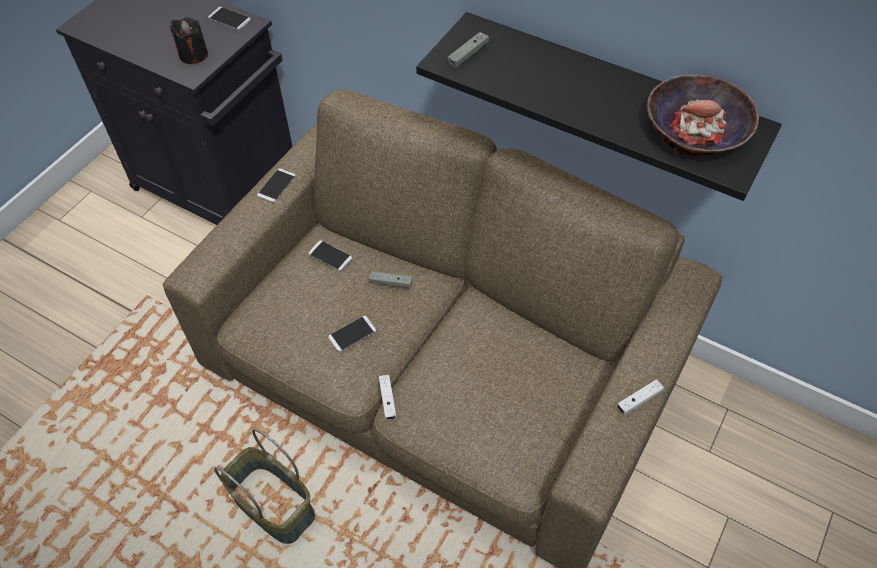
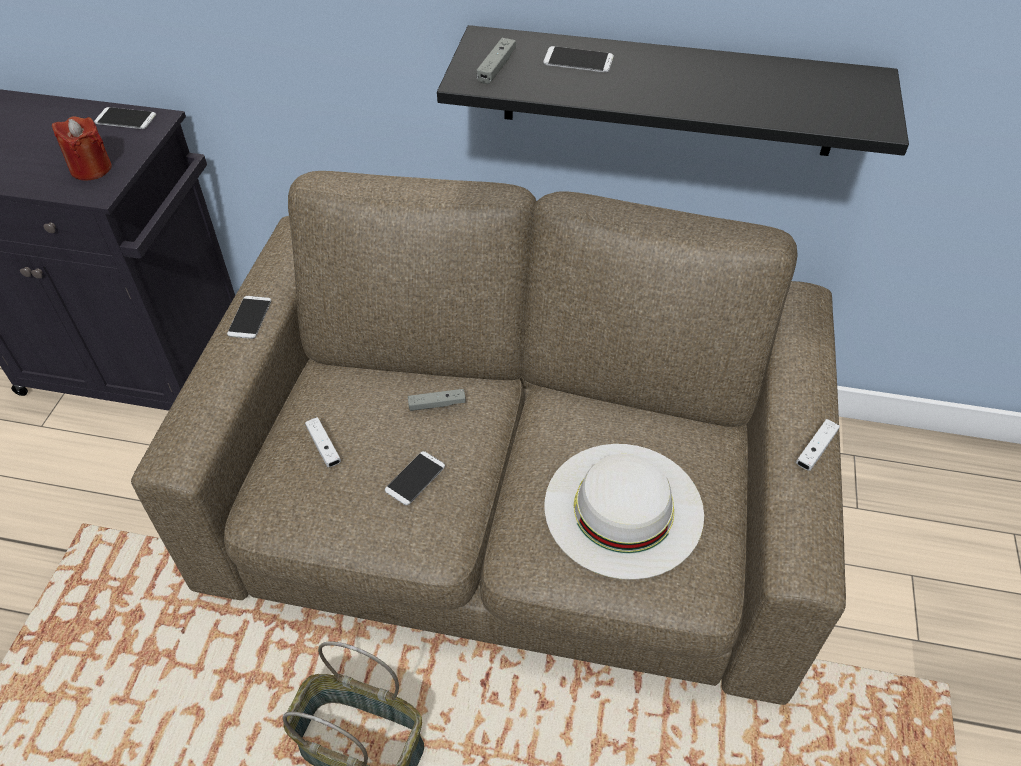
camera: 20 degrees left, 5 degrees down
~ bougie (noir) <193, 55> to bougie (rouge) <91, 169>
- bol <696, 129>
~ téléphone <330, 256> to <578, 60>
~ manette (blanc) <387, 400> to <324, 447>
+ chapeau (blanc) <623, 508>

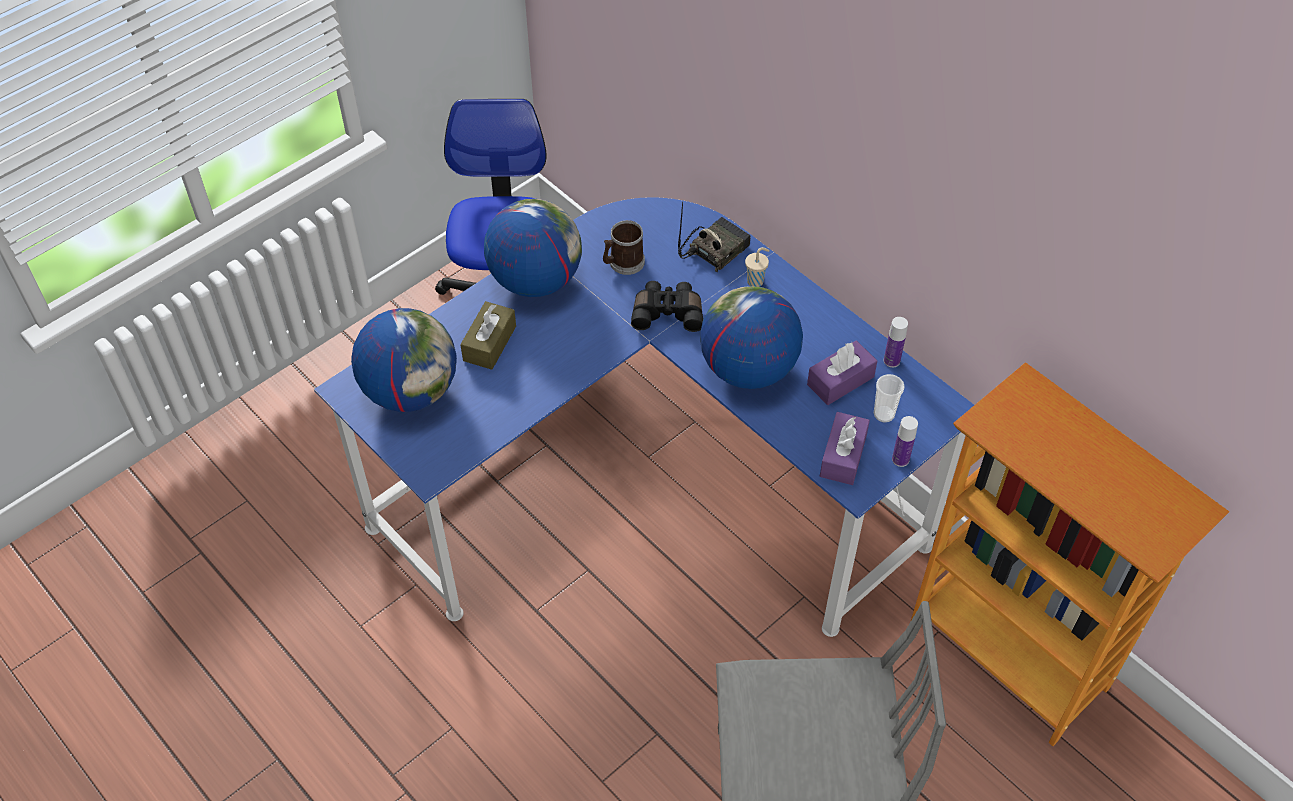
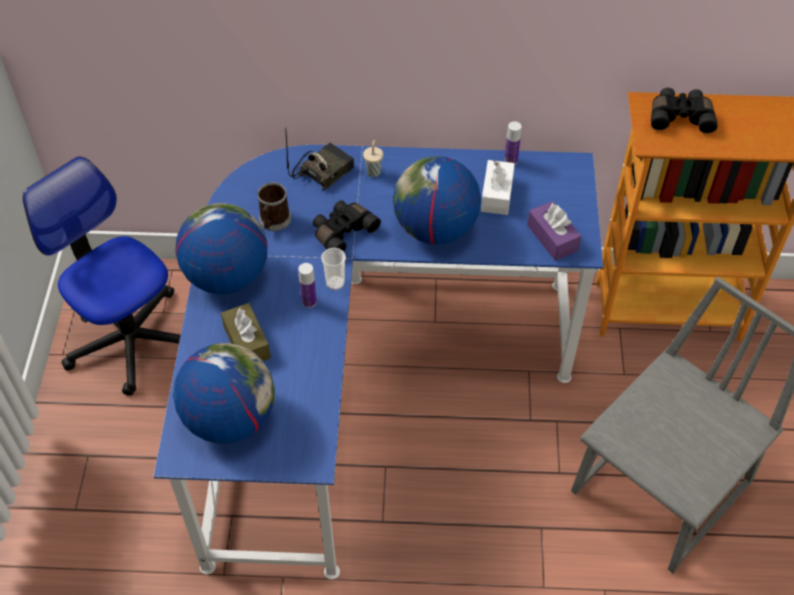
camera: 45 degrees left, 0 degrees up
~ radio <713, 249> = <322, 170> 45 degrees clockwise
~ boîte à mouchoirs (violet) <840, 381> to boîte à mouchoirs (blanc) <497, 194>
~ tasse <884, 414> to <335, 283>
~ bouteille <900, 459> to <309, 301>
+ jumelles (noir) <680, 117>

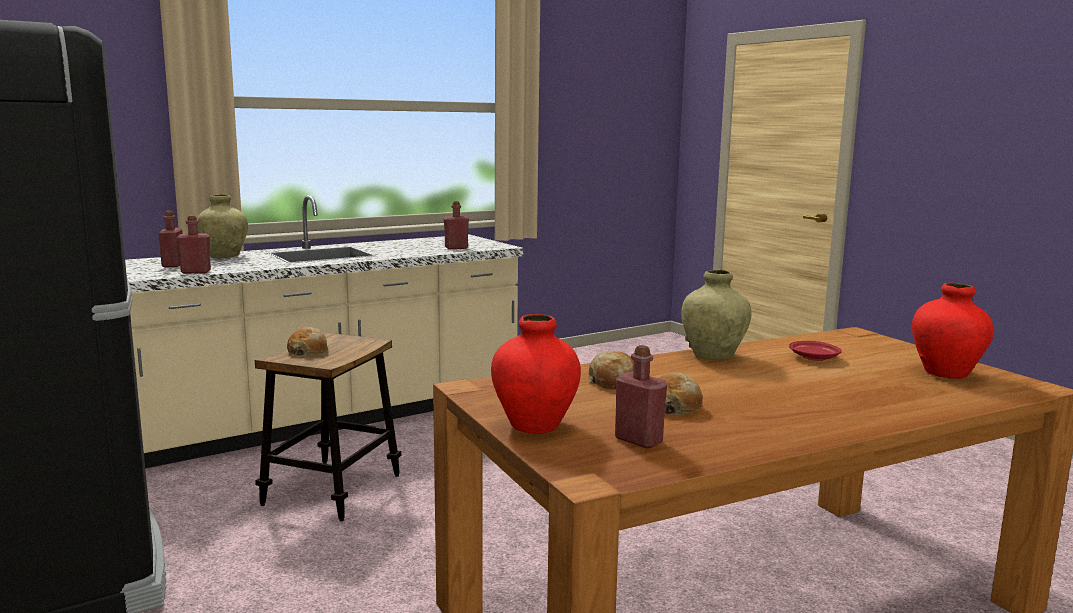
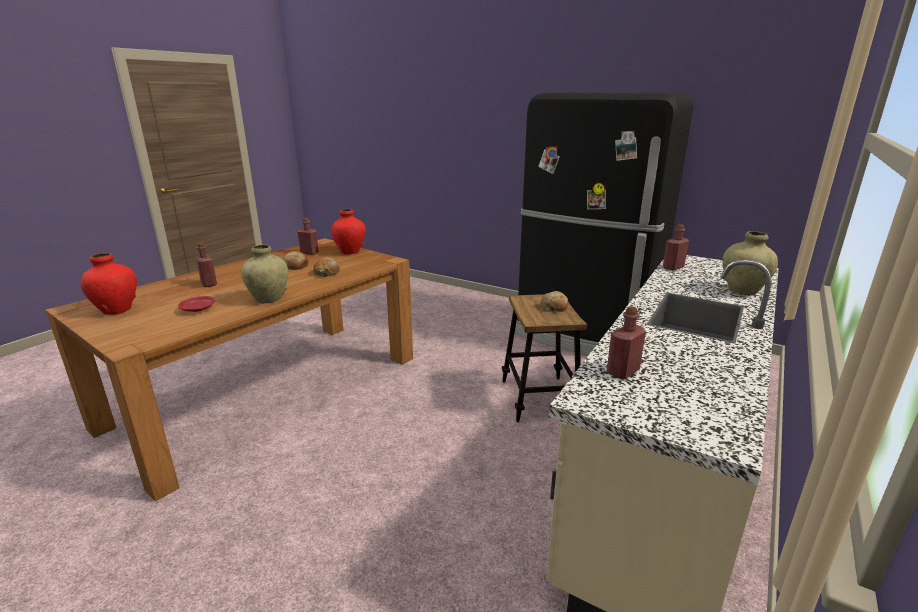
camera: 155 degrees right, 10 degrees up
~ bouteille (rouge) <173, 265> to <209, 284>

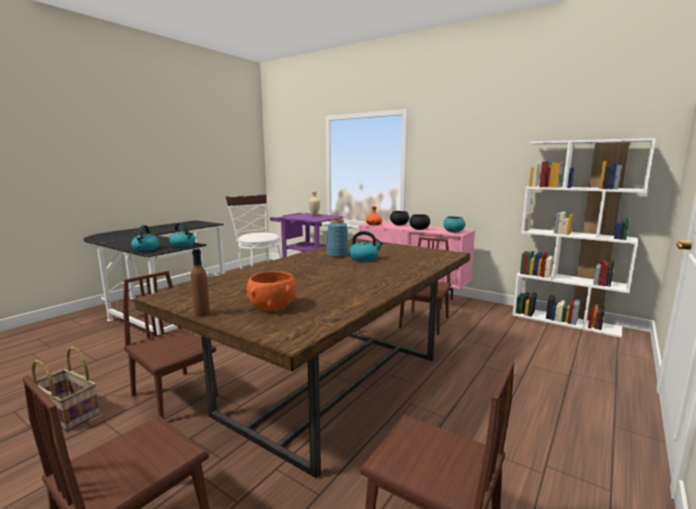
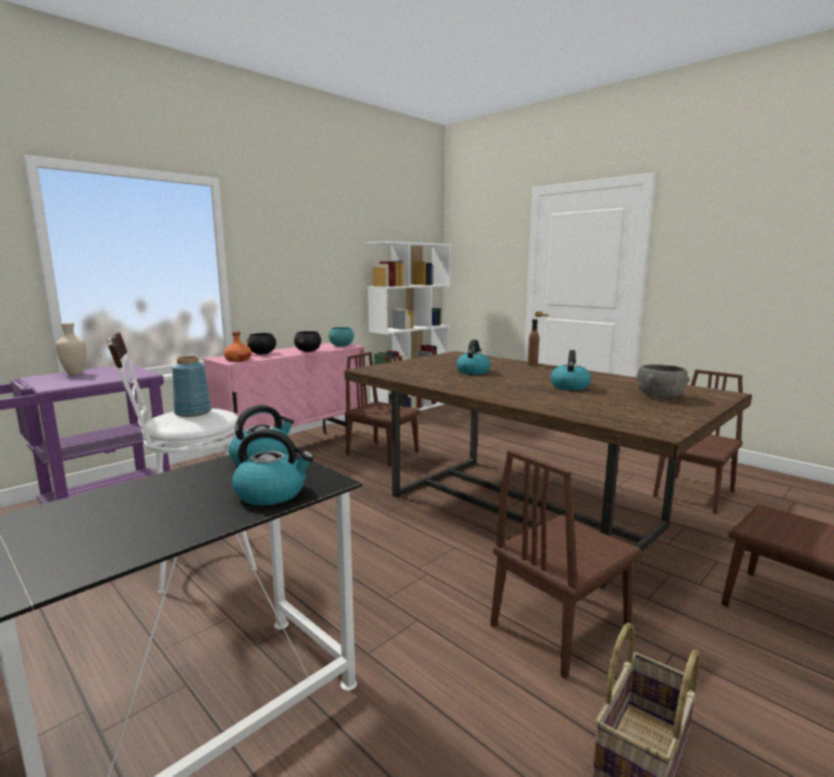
camera: 80 degrees left, 0 degrees up
~ vase (bleu) <337, 255> to <193, 413>
~ bouteille (marron) <202, 314> to <532, 365>
~ bol (orange) <272, 306> to bol (gris) <659, 397>
+ bouilloire <569, 386>

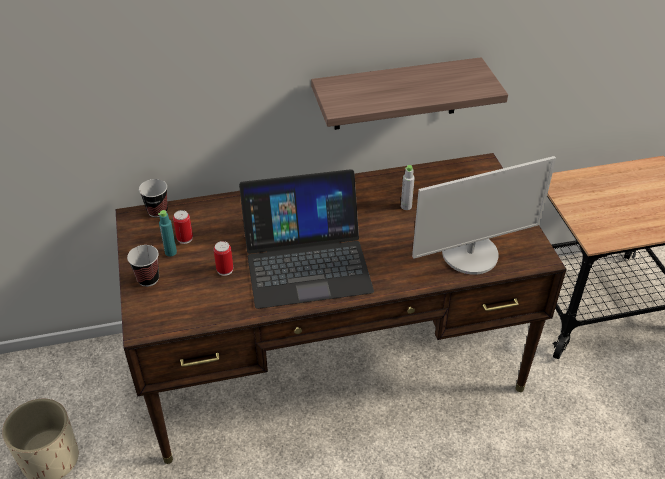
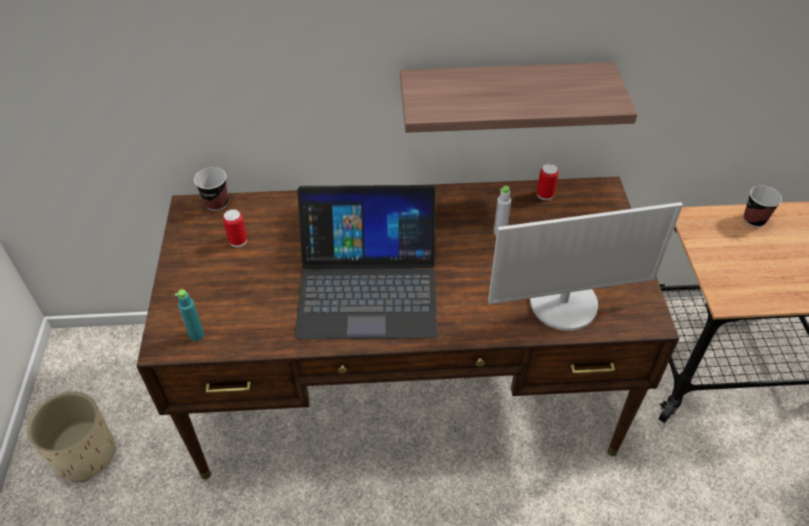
camera: 10 degrees right, 5 degrees up
~ bouteille (turquoise) <170, 252> to <196, 335>
~ boîte métallique <225, 270> to <545, 194>
~ tasse <148, 279> to <754, 220>

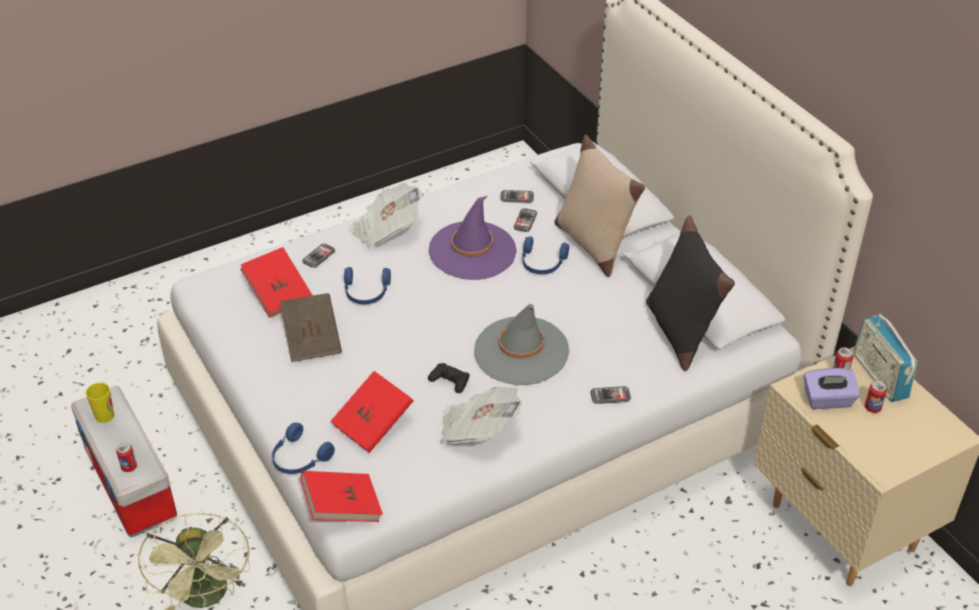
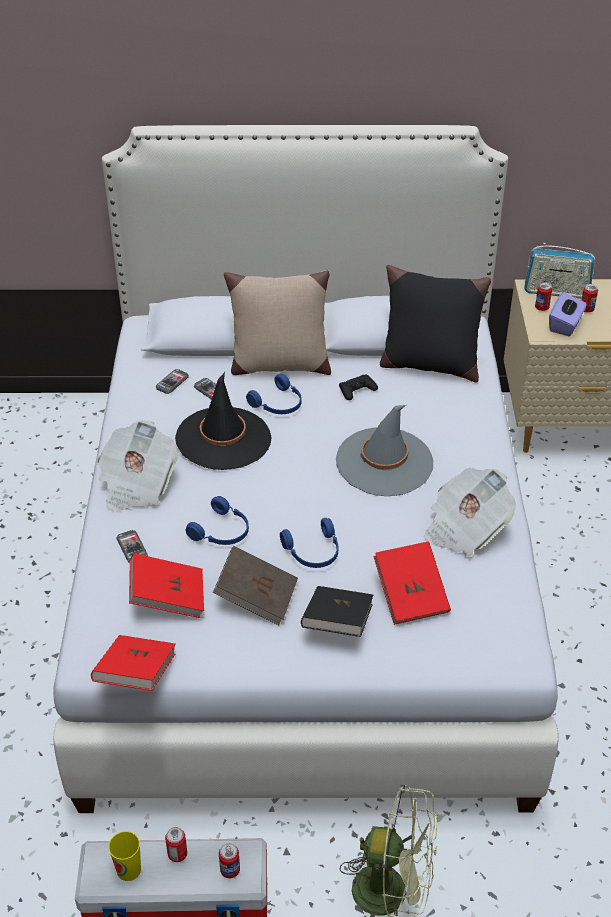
camera: 60 degrees left, 0 degrees up
~ chapeau (violet) <472, 251> to chapeau (noir) <223, 439>
~ manette (noir) <449, 380> to <357, 390>
- téléphone <610, 396>
~ casque audio (bleu) <299, 458> to <313, 552>
~ livre (rouge) <342, 508> to <136, 675>
+ livre (noir) <337, 623>
+ boîte métallique <177, 854>

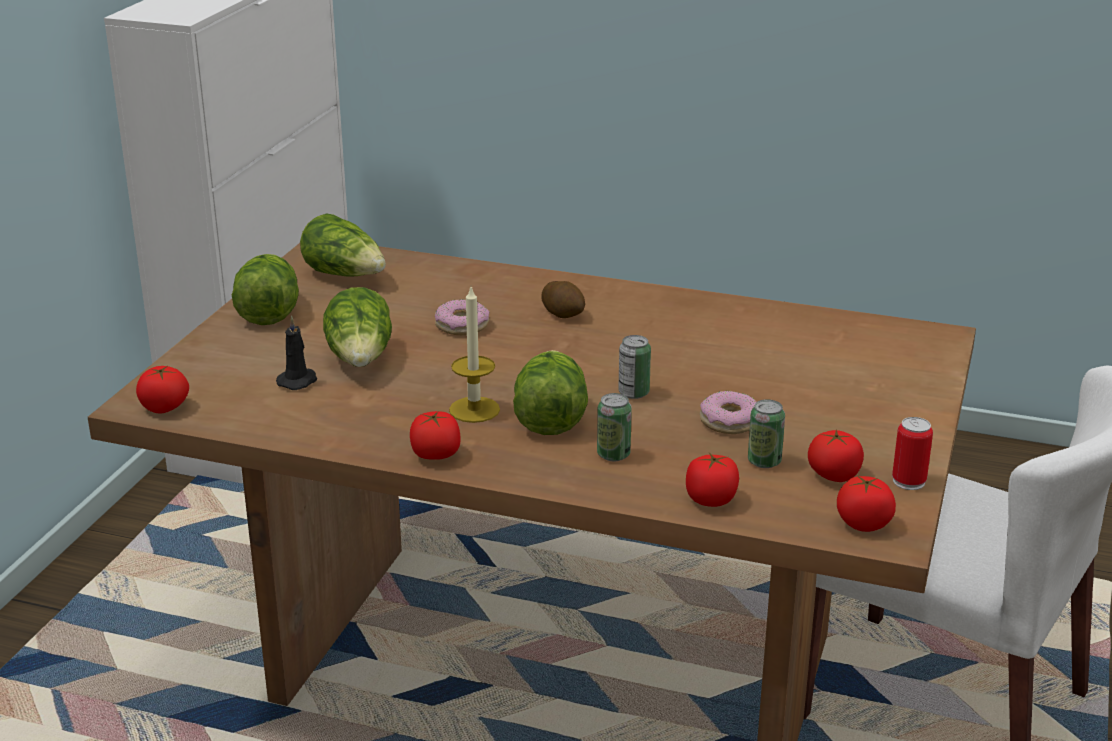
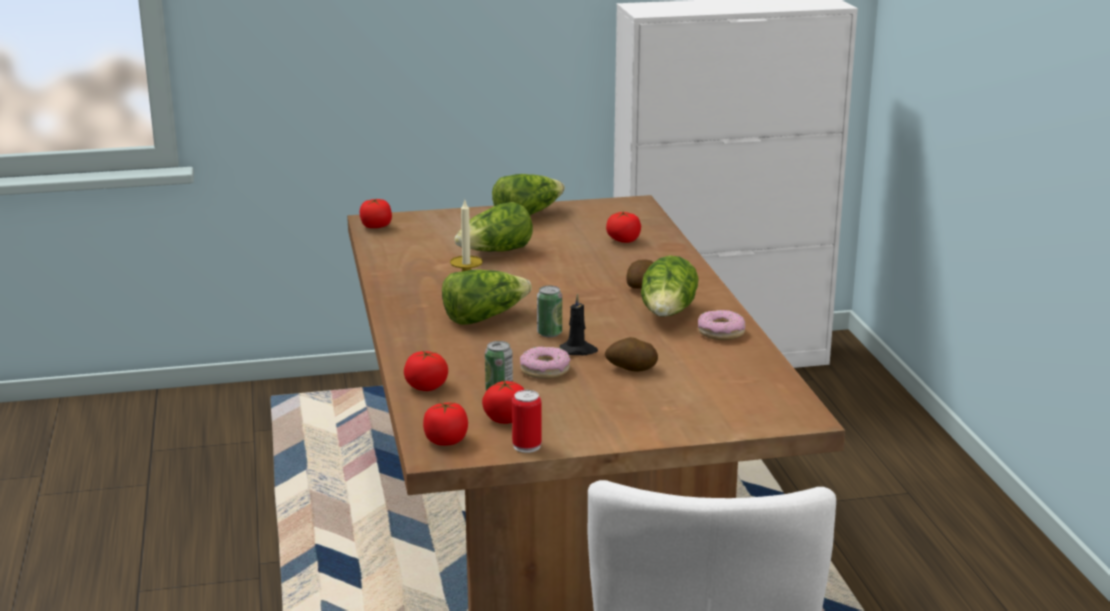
camera: 60 degrees right, 5 degrees down
~ laitue <346, 275> to <668, 314>
~ beignet <462, 325> to <721, 332>
~ bougie (noir) <298, 381> to <578, 350>
- boîte métallique <613, 455>
~ tomate <435, 454> to <623, 240>
+ pomme de terre <631, 369>

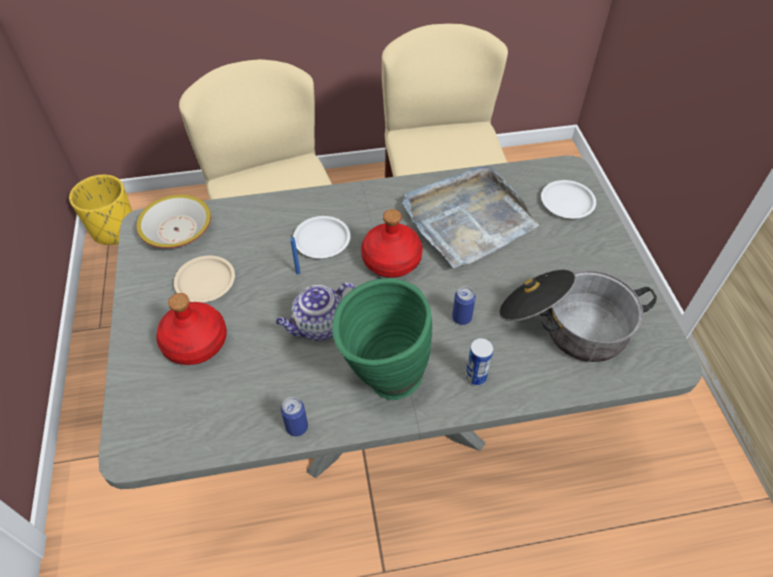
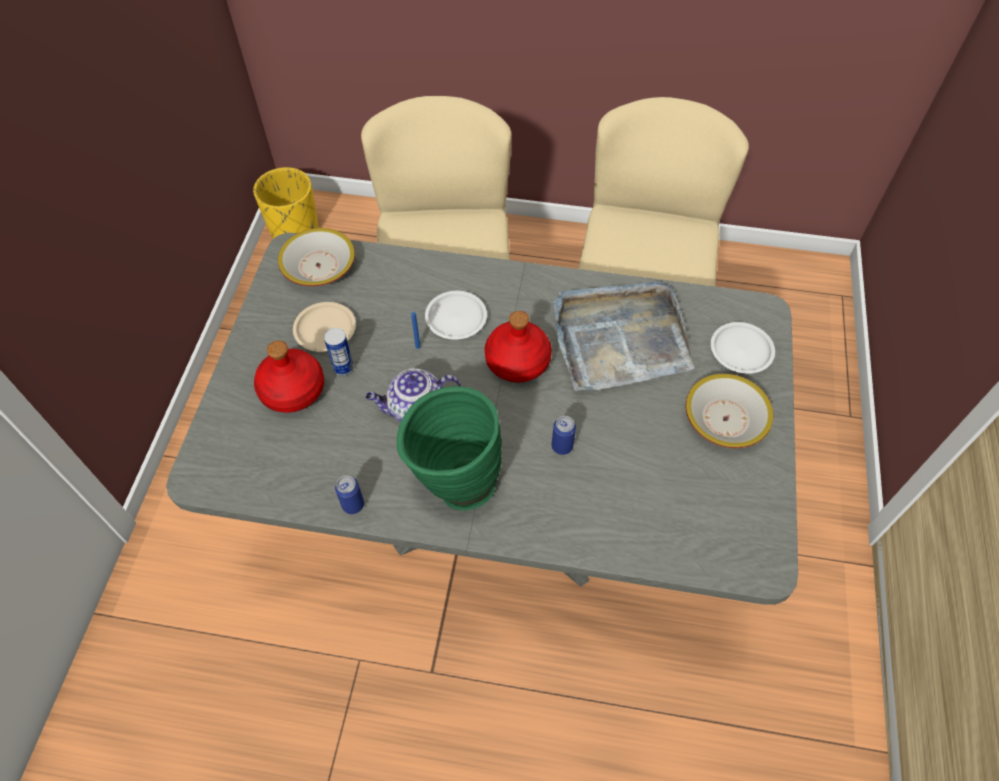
camera: 20 degrees right, 5 degrees up
- marmite <565, 324>
~ boîte métallique <475, 377> to <343, 368>
+ bol <725, 419>

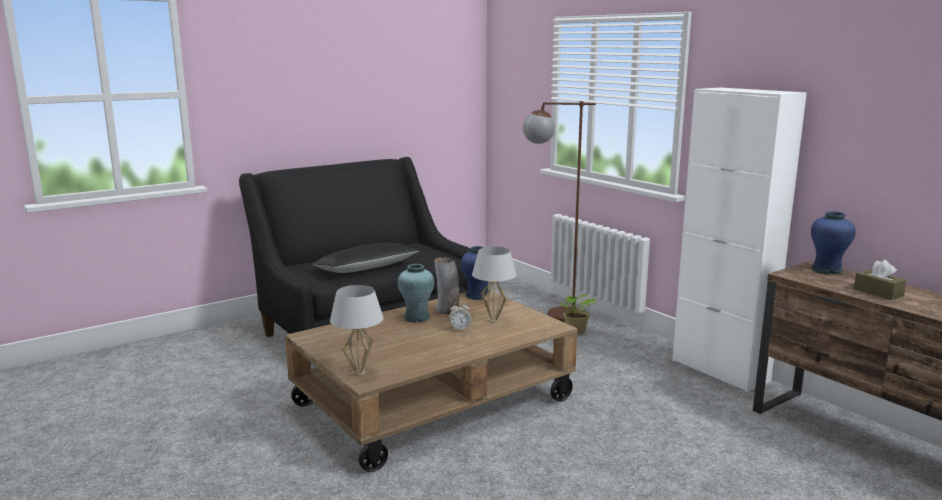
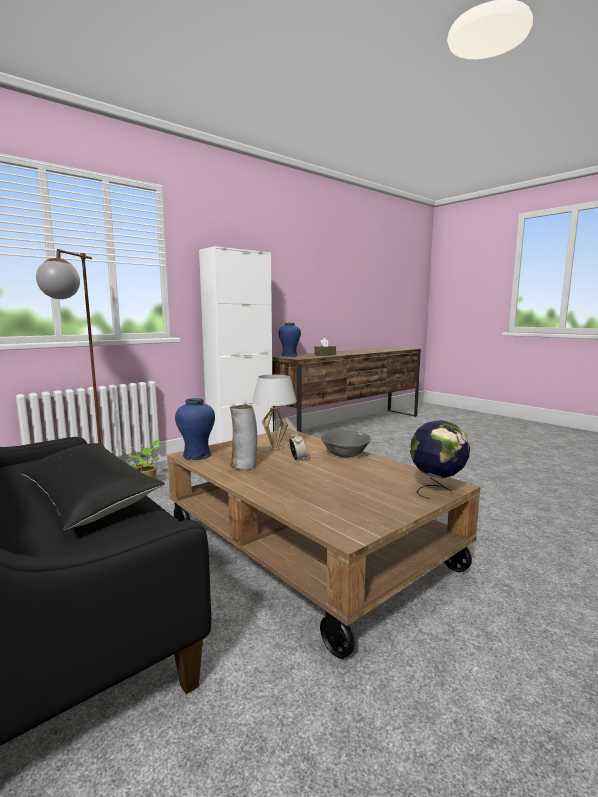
camera: 95 degrees left, 5 degrees down
- vase (turquoise) <416, 317>
~ lampe de table (blanc) <359, 373> to globe <436, 490>
+ bol (gris) <344, 454>

